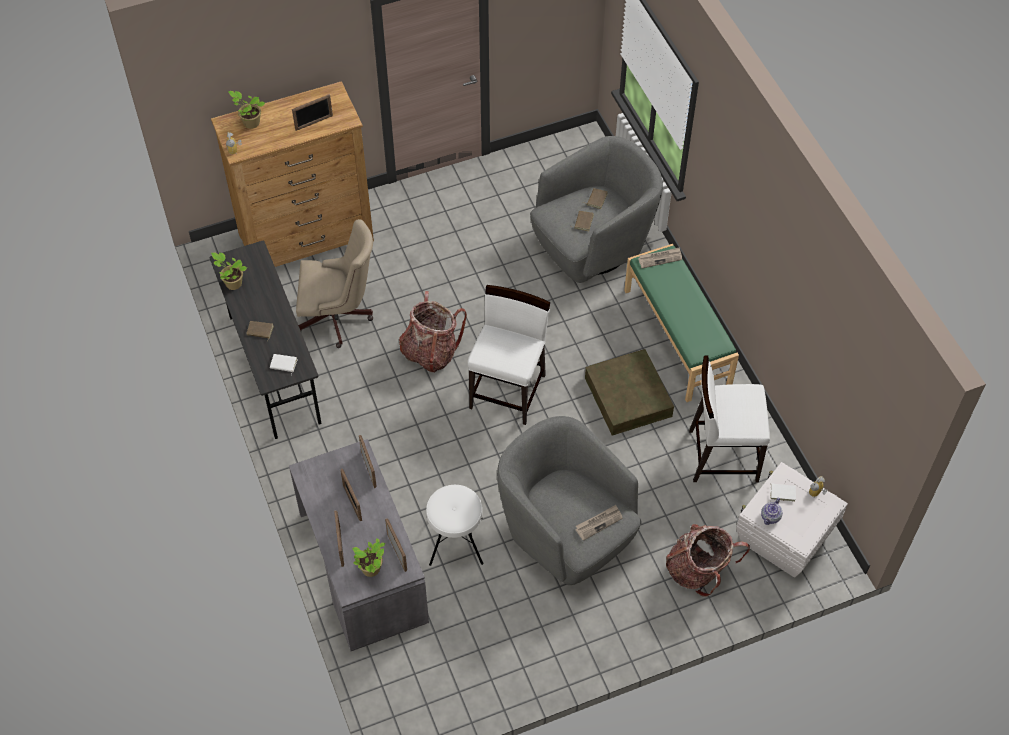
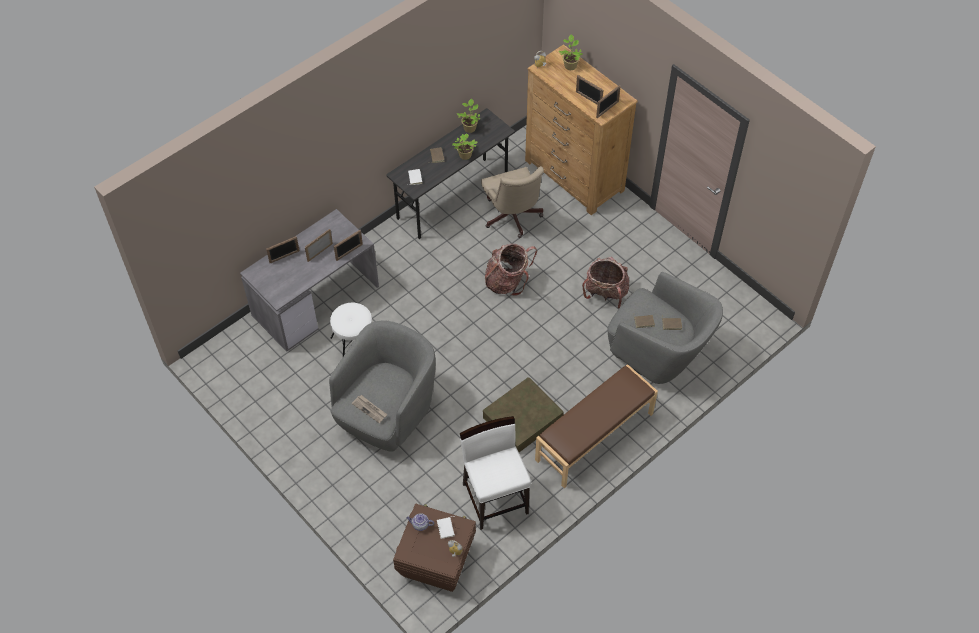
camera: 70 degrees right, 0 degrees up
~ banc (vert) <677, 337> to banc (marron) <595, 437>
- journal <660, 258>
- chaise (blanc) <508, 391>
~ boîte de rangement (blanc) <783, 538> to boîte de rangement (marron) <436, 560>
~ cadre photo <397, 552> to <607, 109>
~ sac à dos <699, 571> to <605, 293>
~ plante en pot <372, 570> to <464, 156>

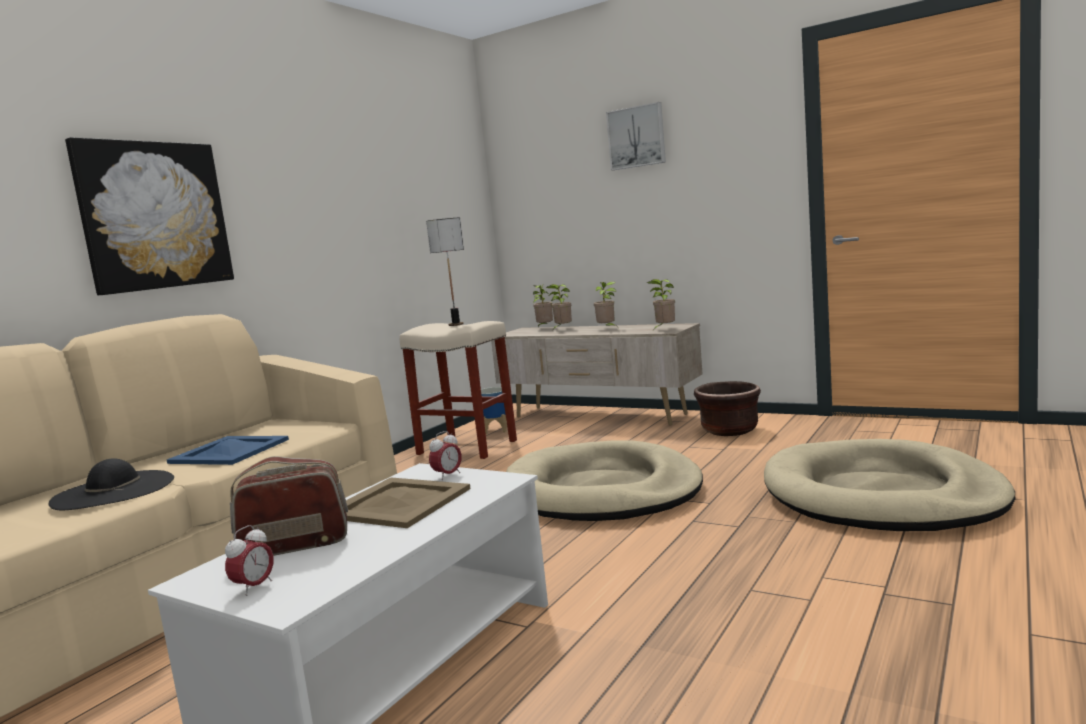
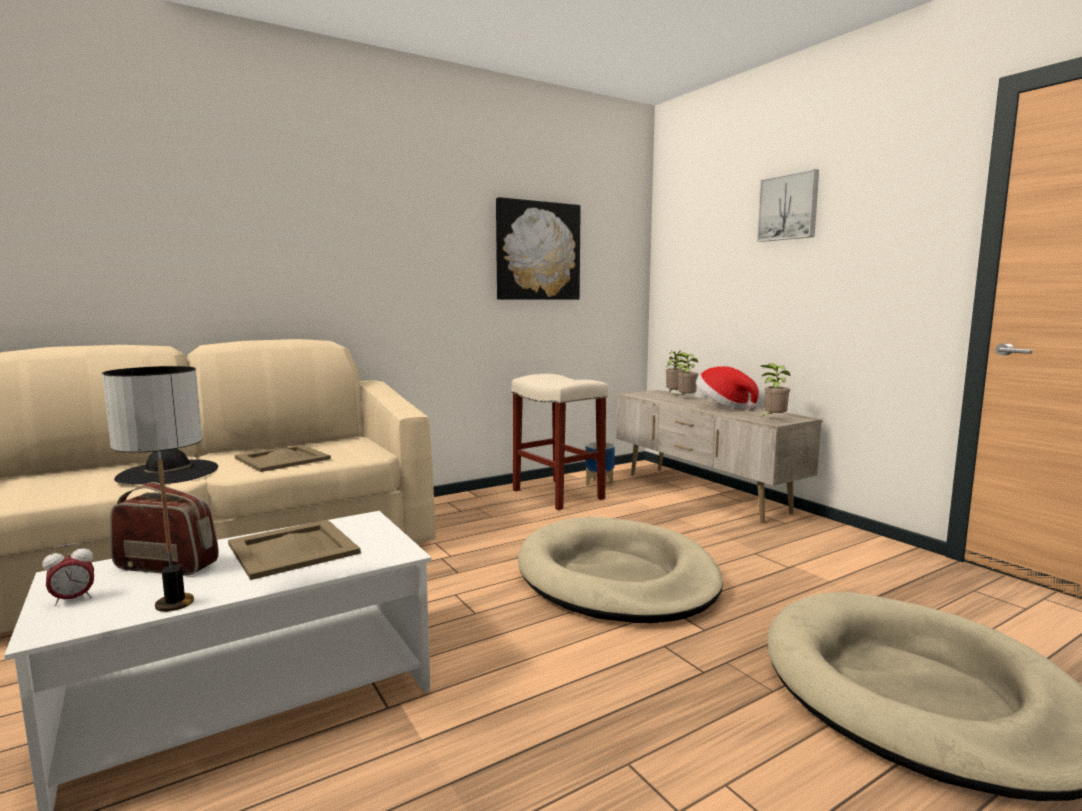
camera: 25 degrees right, 0 degrees up
~ tableau <154, 216> to <537, 251>
~ lampe de table <456, 324> to <174, 604>
~ plante en pot <607, 329> to chapeau <723, 407>
- cache-pot (marron) <729, 430>
- réveil <447, 475>
~ plateau (bleu) <230, 451> to plateau (beige) <282, 459>

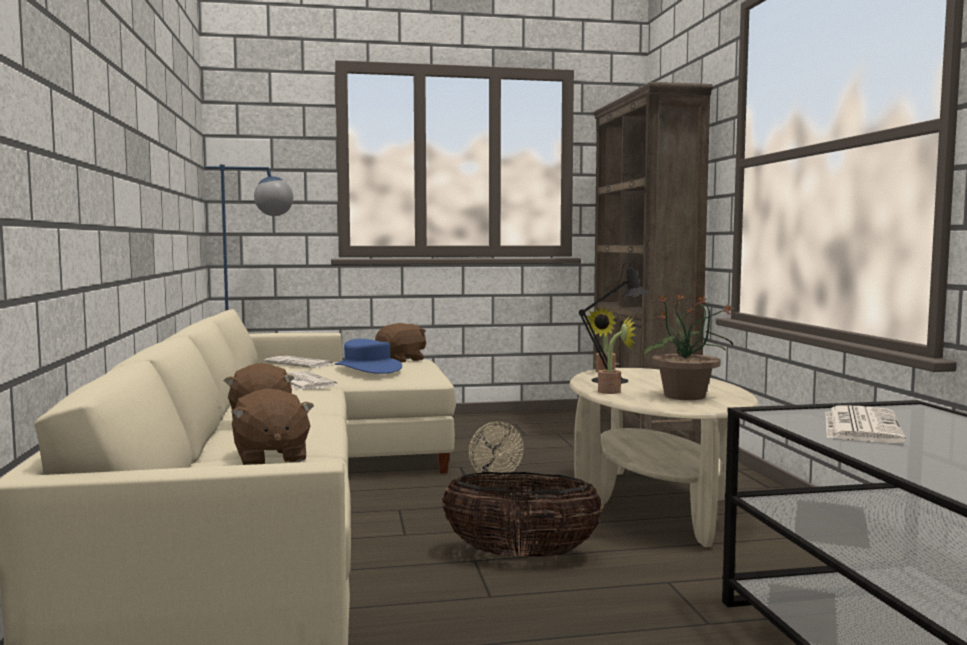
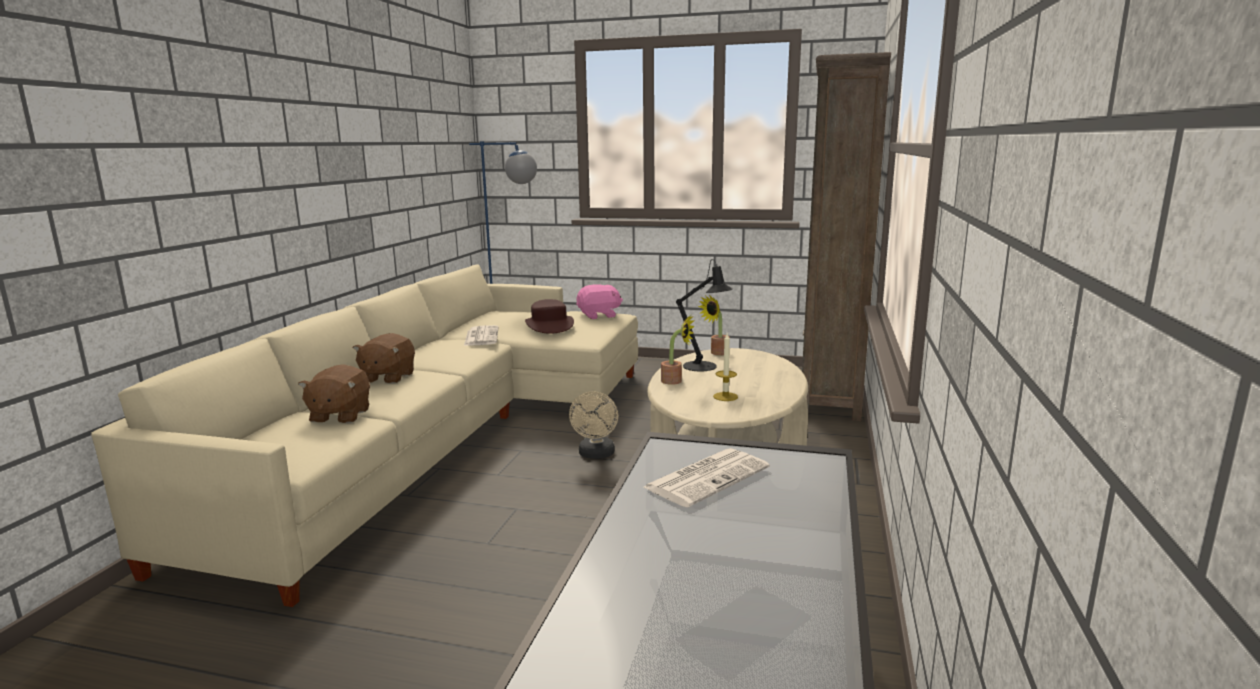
camera: 25 degrees right, 10 degrees up
~ plante en pot <685, 396> to bougie <725, 396>
~ peluche (marron) <402, 360> to peluche (rose) <599, 316>
~ chapeau (bleu) <367, 368> to chapeau (marron) <549, 325>
- journal <301, 363>
- panier <521, 555>

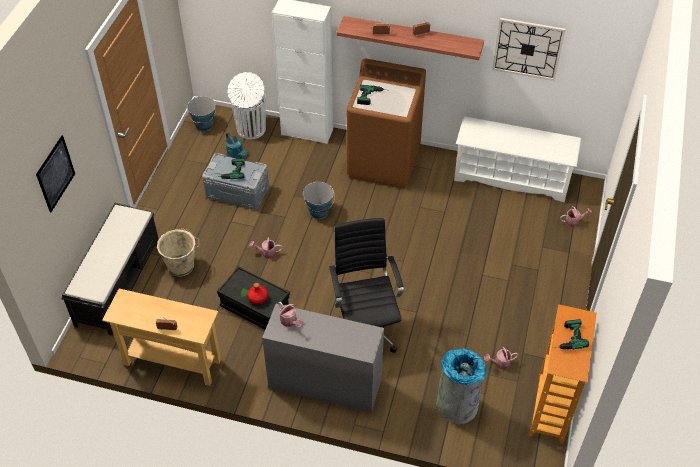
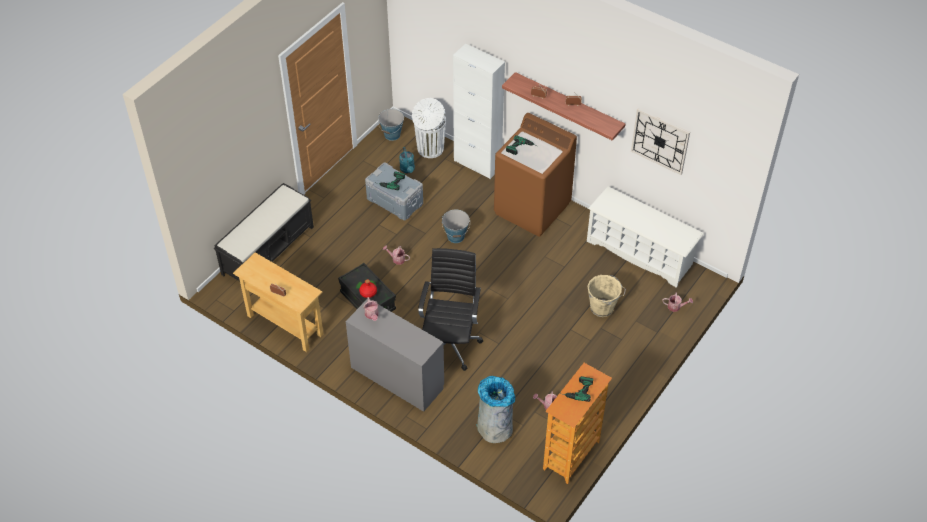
camera: 20 degrees right, 0 degrees up
- tableau <55, 173>
~ seau (beige) <182, 266> to <603, 308>

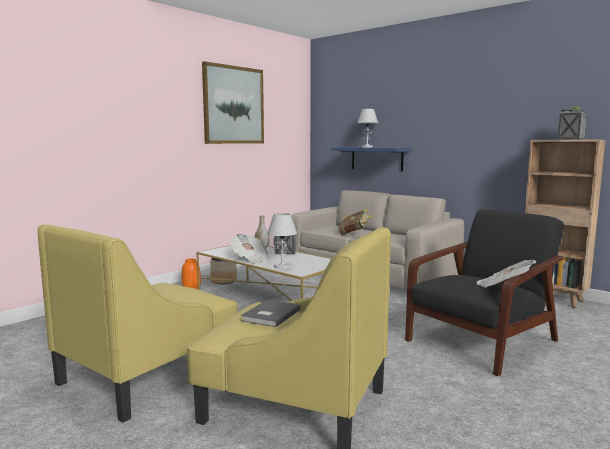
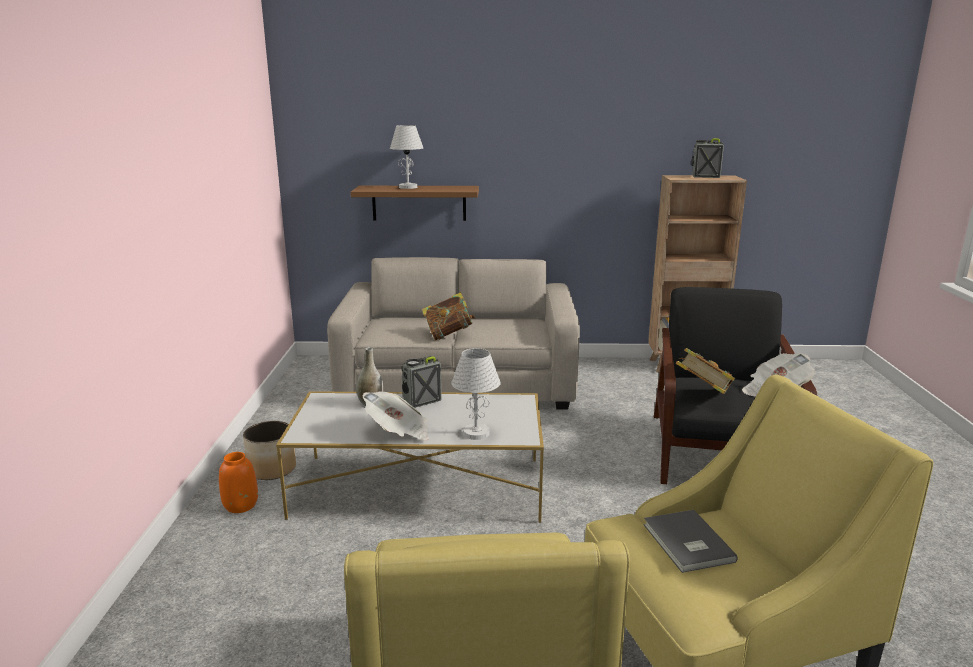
camera: 40 degrees left, 10 degrees up
- tableau <233, 105>
~ étagère (bleu) <376, 158> to étagère (marron) <419, 203>
+ livre <703, 392>

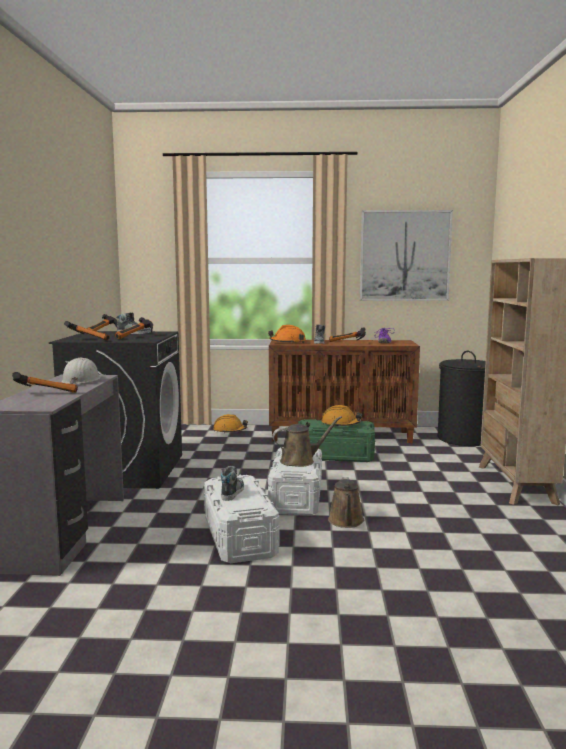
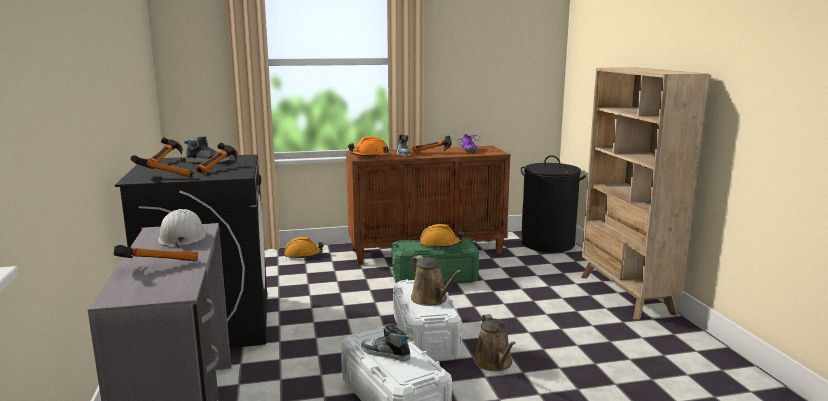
camera: 15 degrees left, 5 degrees up
- tableau <405, 256>
~ arrosoir (marron) <300, 461> = <431, 299> 90 degrees clockwise
~ chaussure <232, 492> = <385, 353> 60 degrees counterclockwise

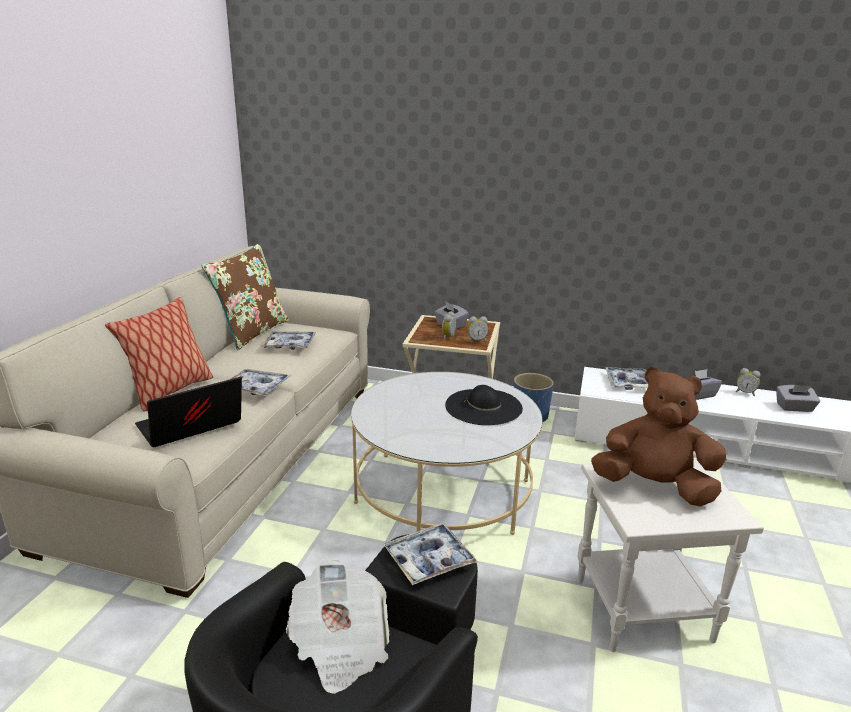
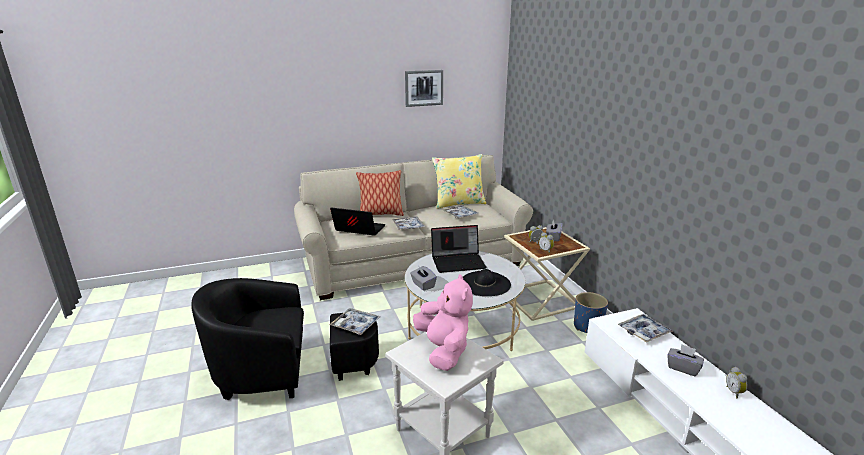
camera: 55 degrees right, 0 degrees up
~ coussin (marron) <251, 332> to coussin (jaune) <459, 203>
~ peluche (marron) <654, 487> to peluche (rose) <444, 350>
~ boîte à mouchoirs (gris) <794, 408> to <423, 285>
- journal <340, 645>
+ tableau <424, 88>
+ ordinateur portable <458, 262>

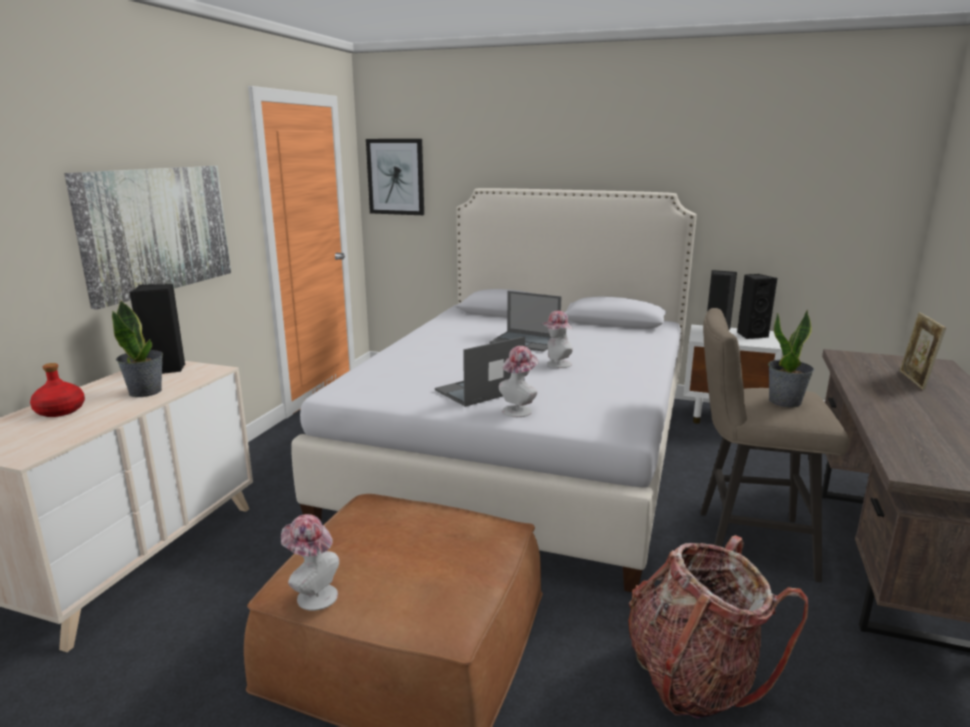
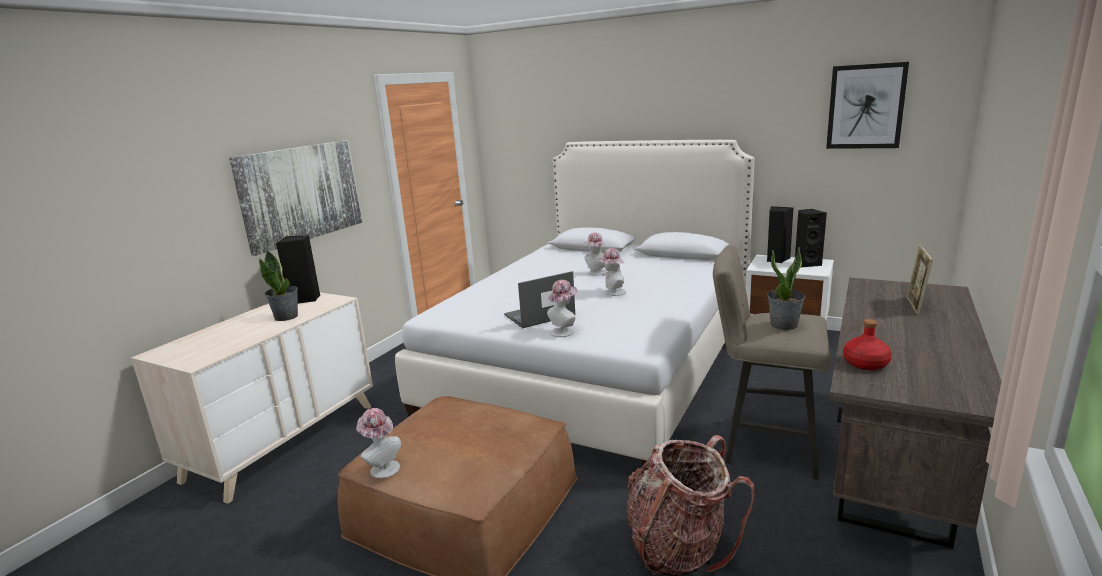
camera: 10 degrees right, 0 degrees up
~ tableau <396, 177> to <865, 106>
~ ordinateur portable <526, 342> to chapeau <596, 273>
~ bouteille (rouge) <59, 411> to <865, 363>

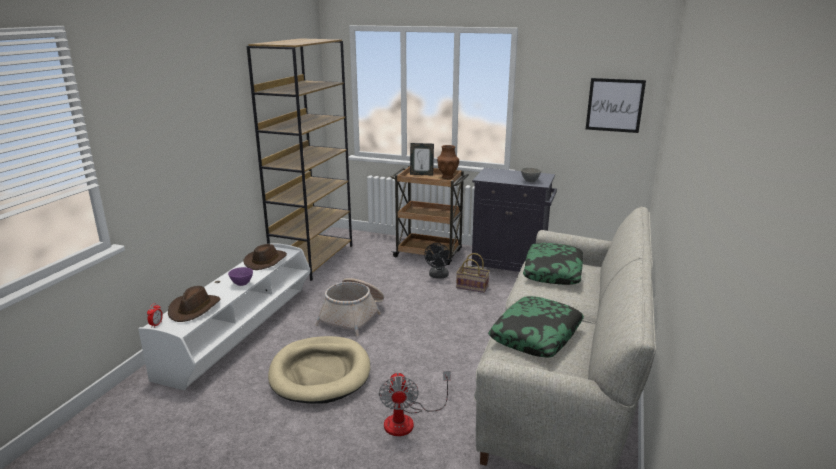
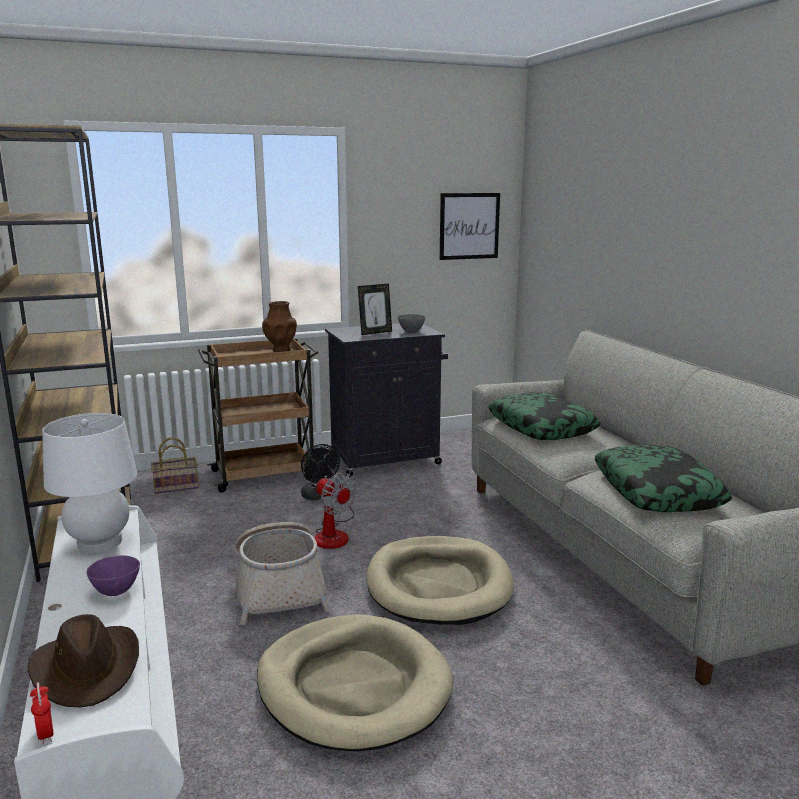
camera: 40 degrees left, 5 degrees down
~ cadre photo <421, 174> to <375, 332>
~ chapeau (marron) <266, 261> to lampe de table (blanc) <100, 543>
~ panier <473, 287> to <177, 486>
~ ventilateur <407, 420> to <334, 534>
+ panier pour chien (beige) <438, 585>

